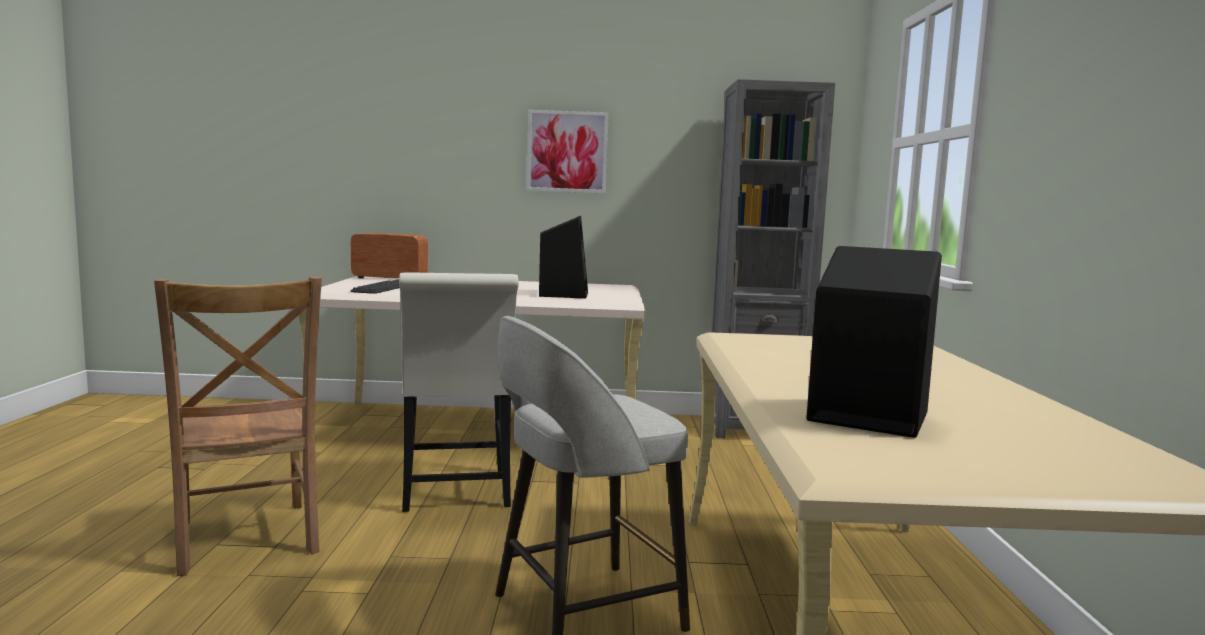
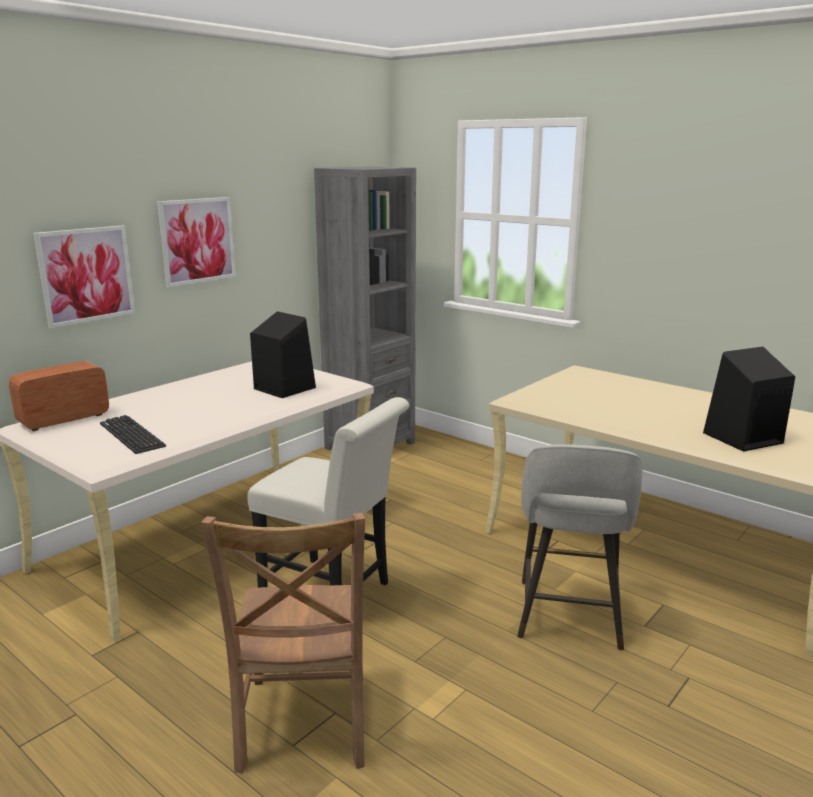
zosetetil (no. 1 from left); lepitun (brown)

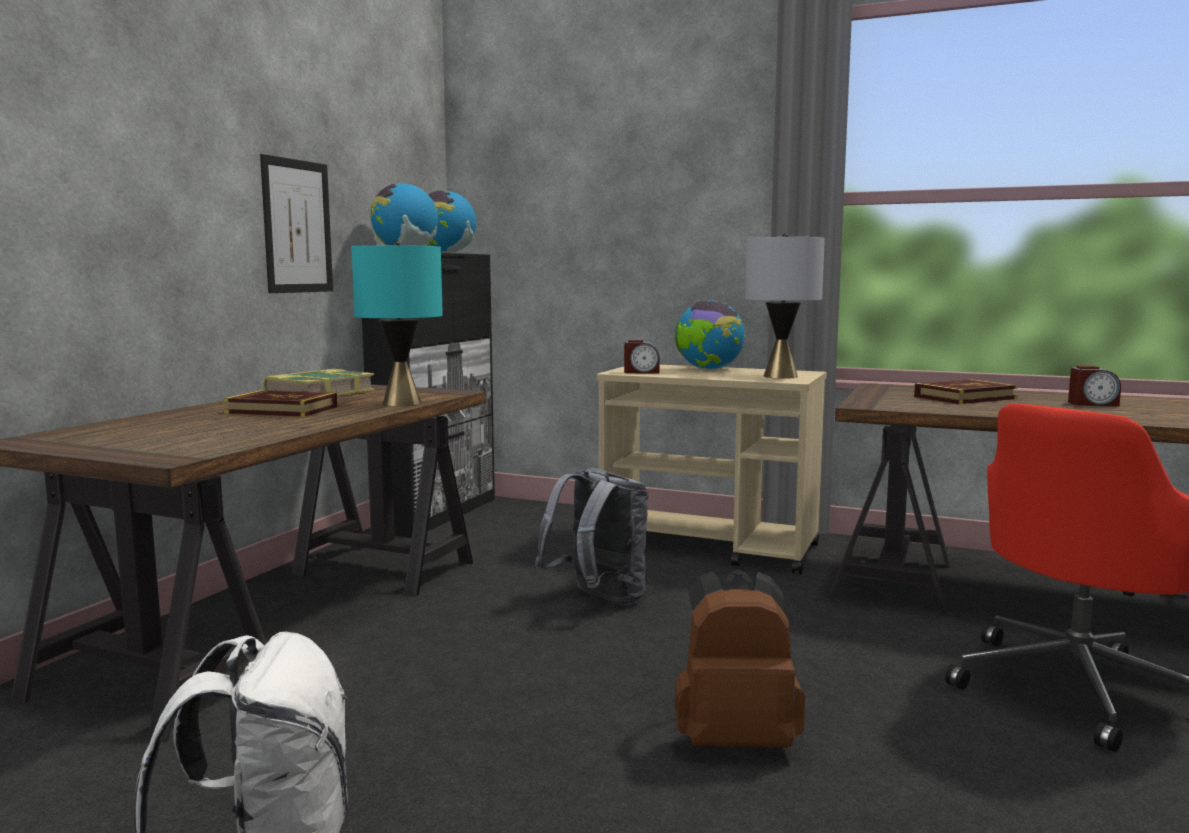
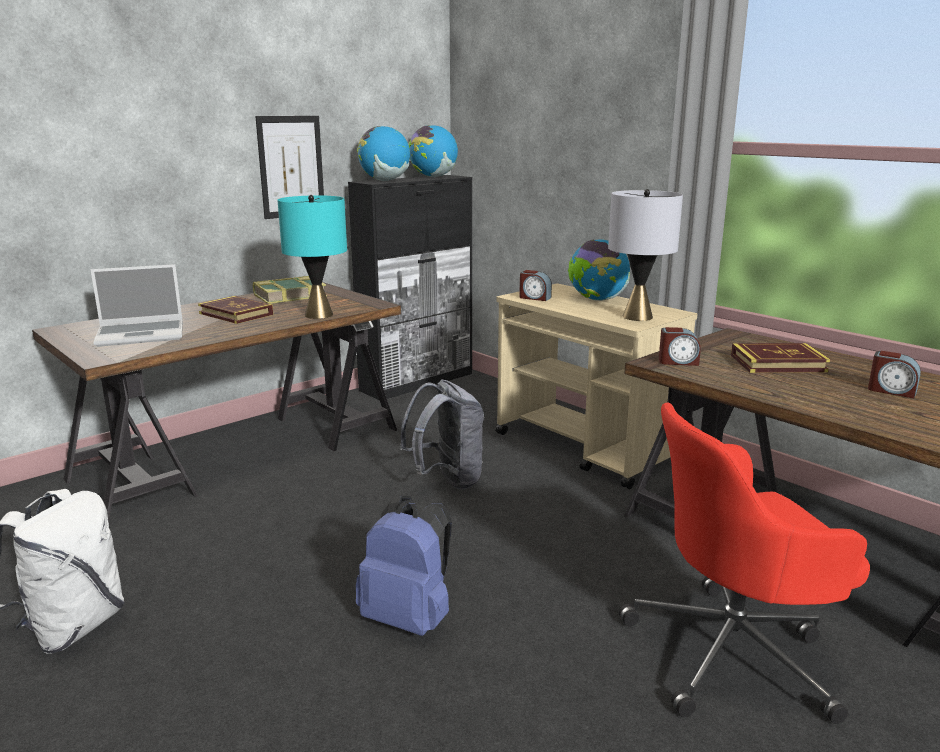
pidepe; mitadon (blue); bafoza (no. 2 from left)

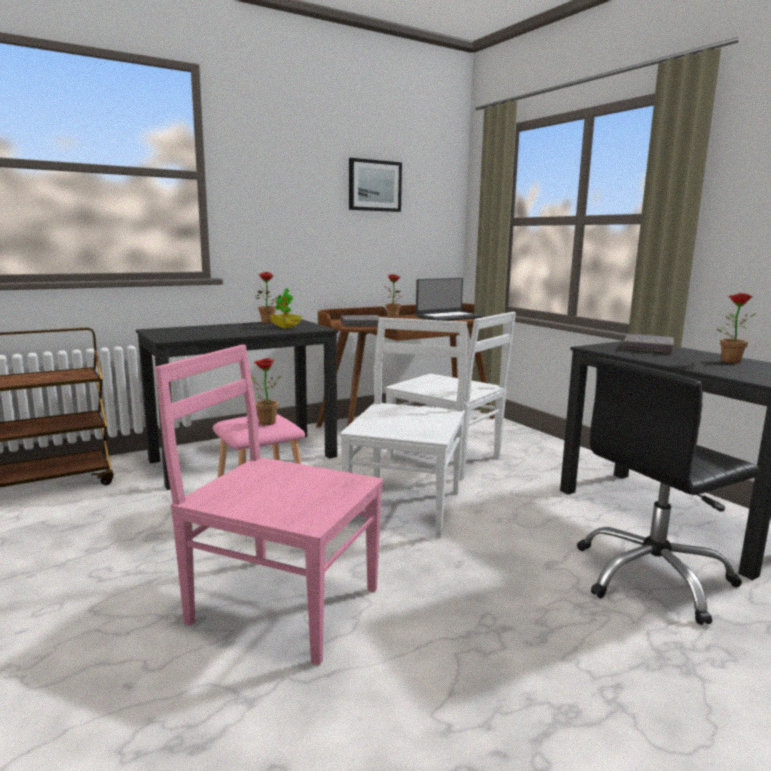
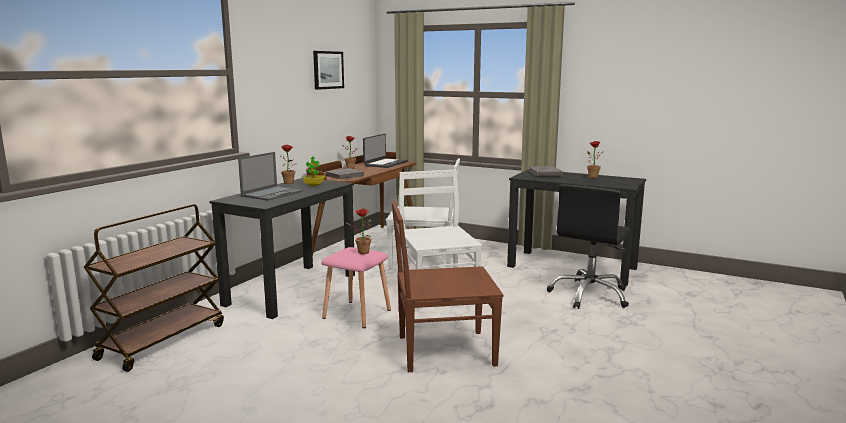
pidepe (no. 1 from left); lepitun (brown)

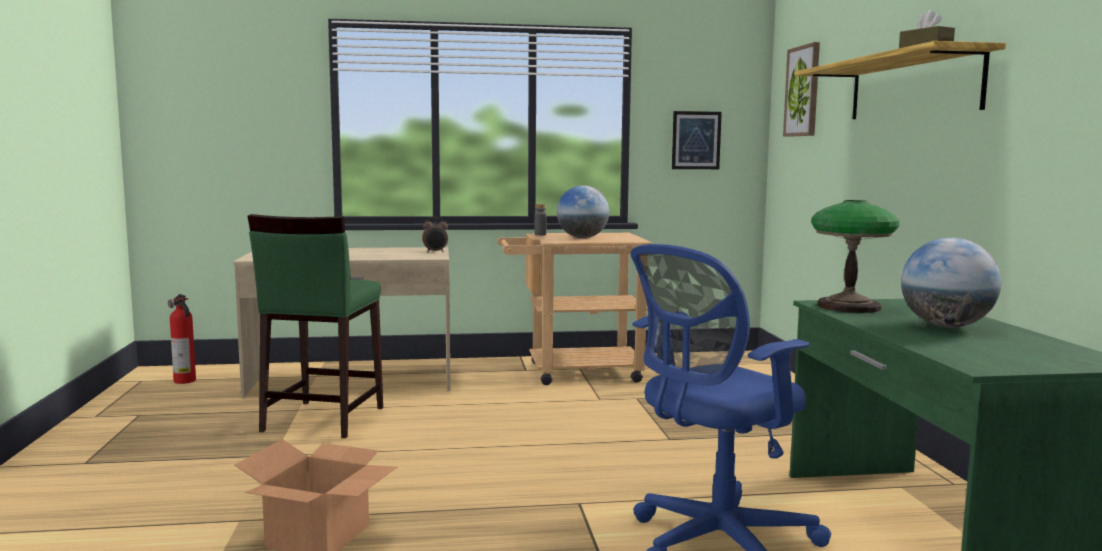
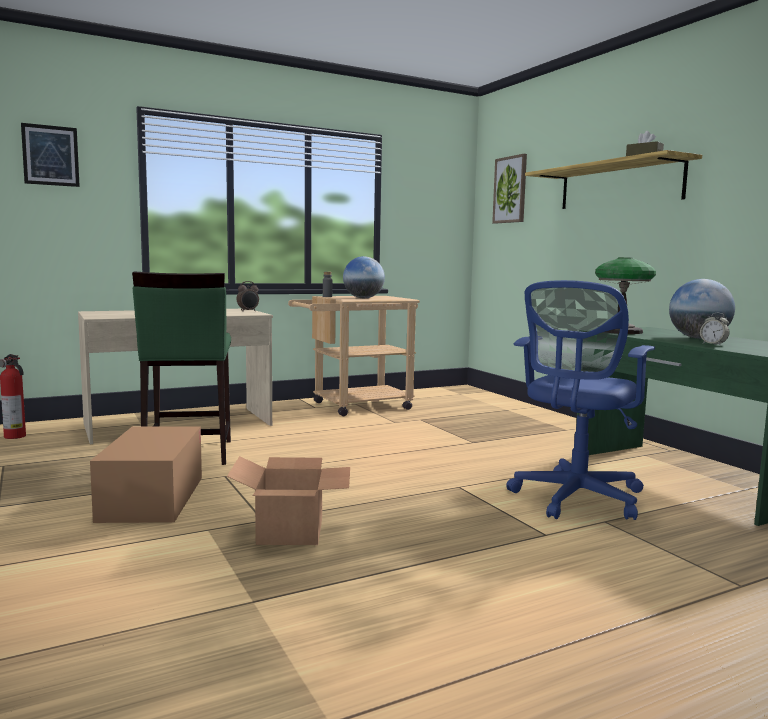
zosetetil (no. 1 from left); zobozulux (no. 1 from left); bafoza (no. 2 from left)

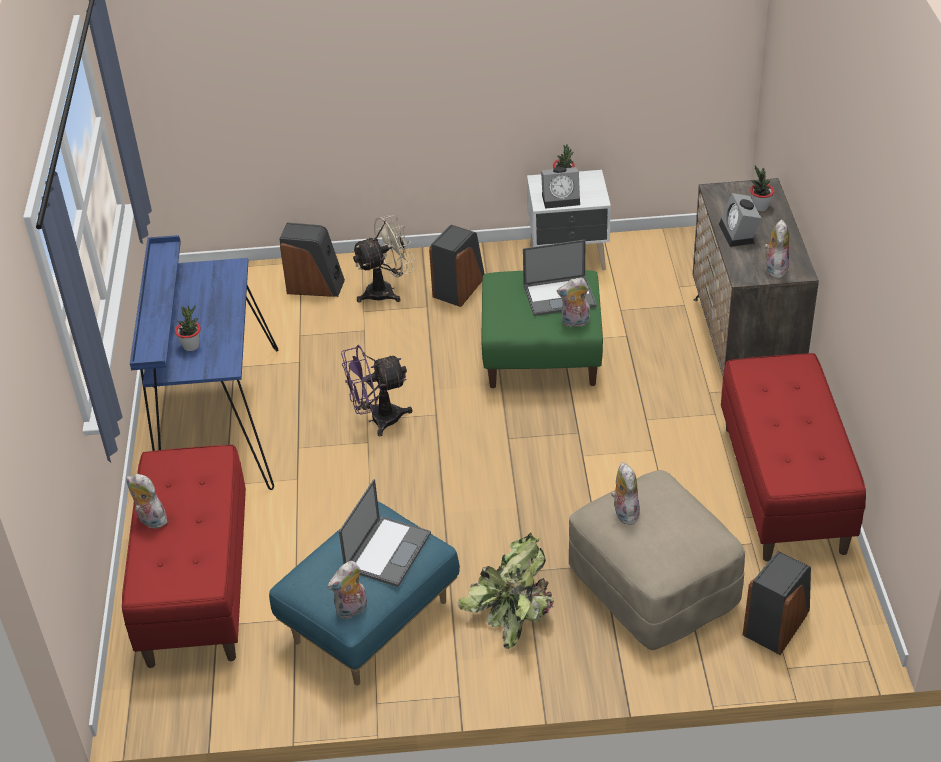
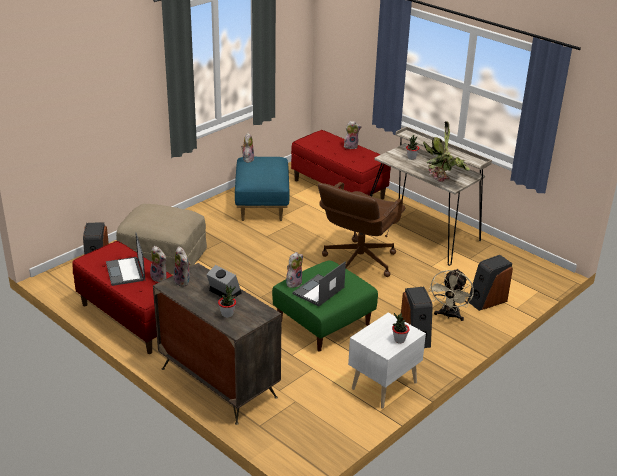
pidepe (no. 1 from left); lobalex (no. 1 from left); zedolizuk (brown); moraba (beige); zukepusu (no. 4 from left); bafoza (no. 1 from left in the first image)

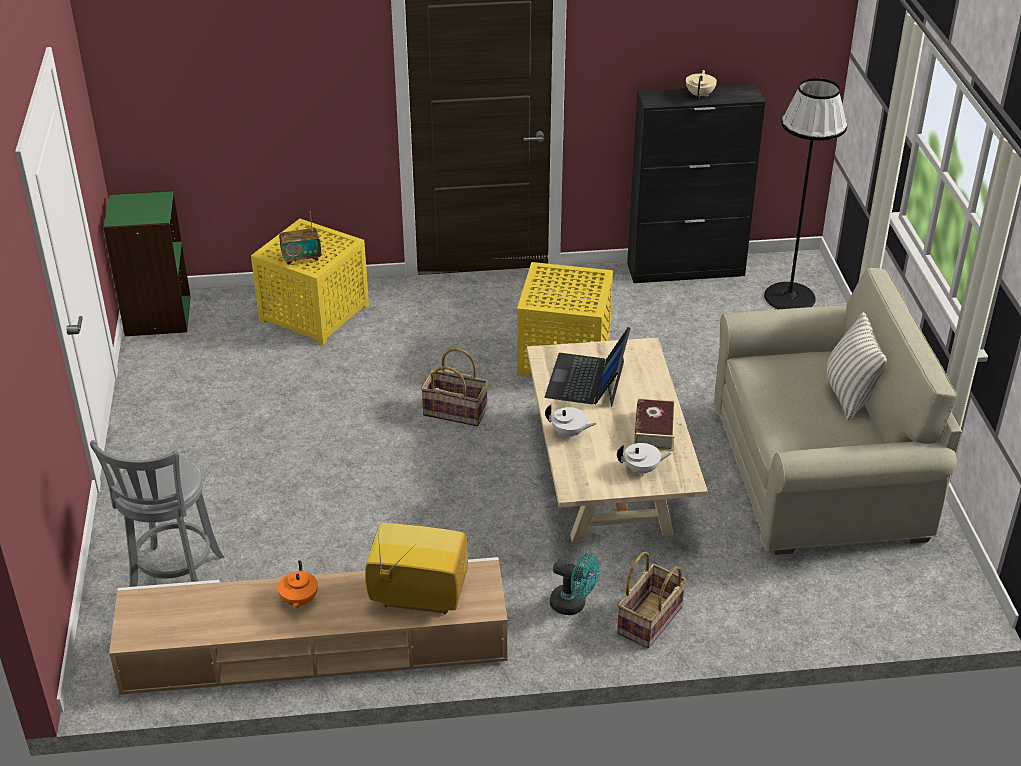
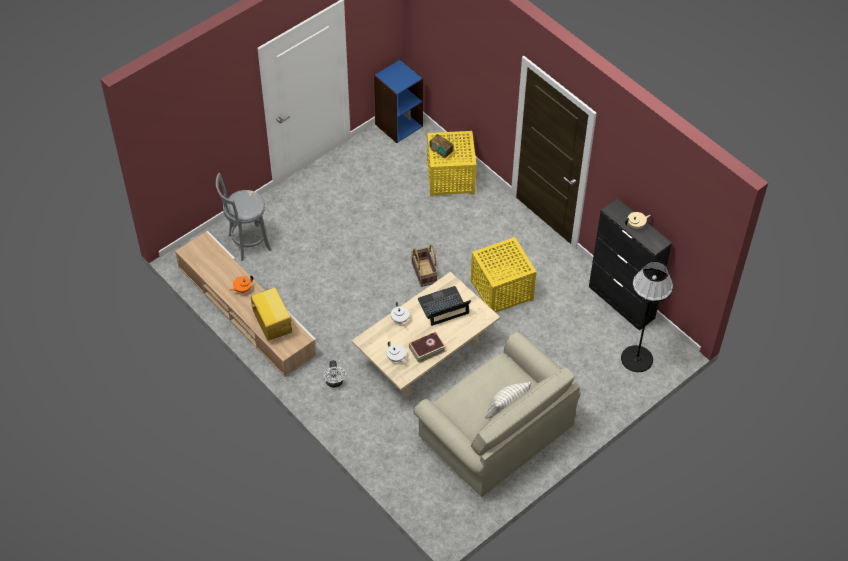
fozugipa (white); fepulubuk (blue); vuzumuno (no. 2 from left in the first image)

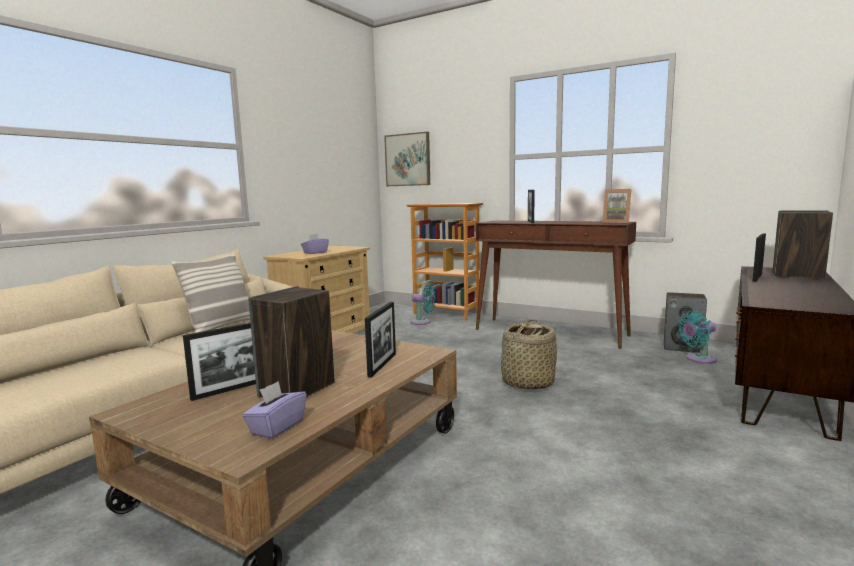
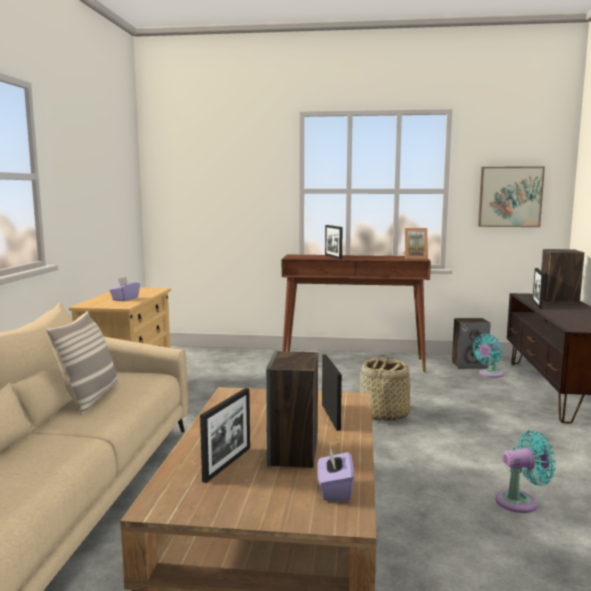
zosetetil; fozugipa (turquoise) (no. 2 from left); fepulubuk

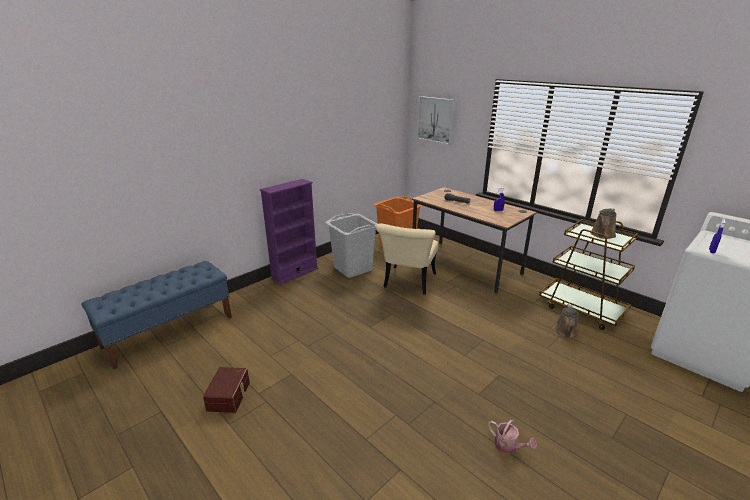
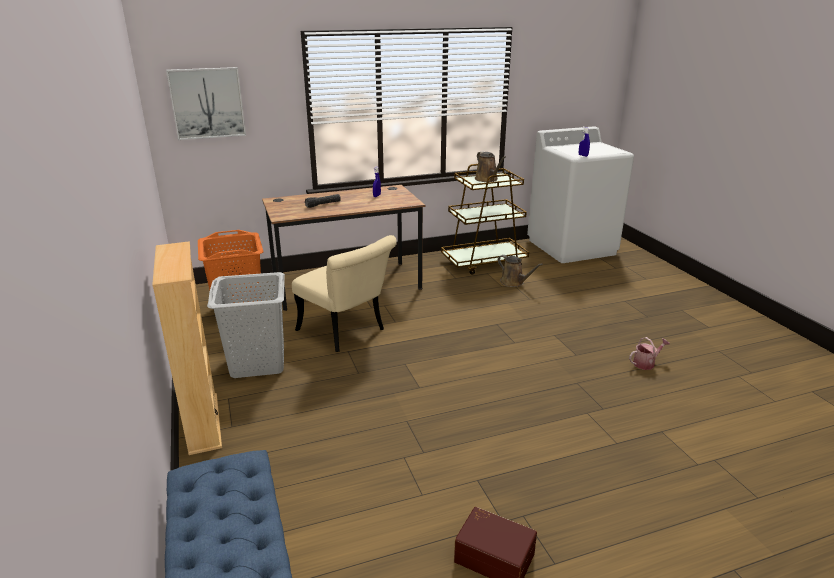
fepulubuk (beige)

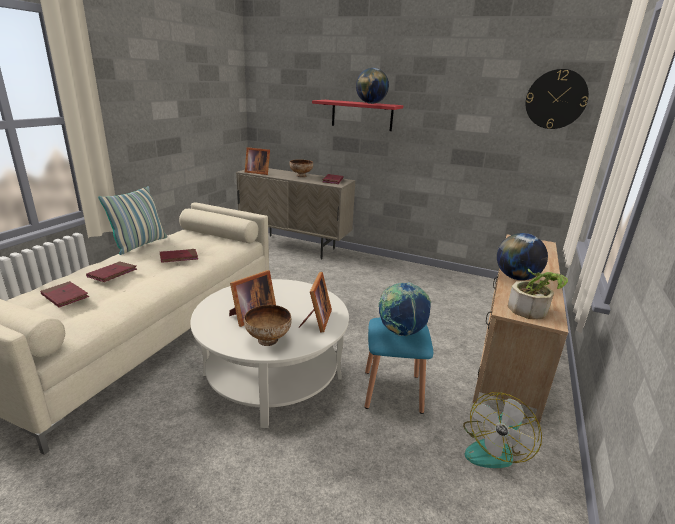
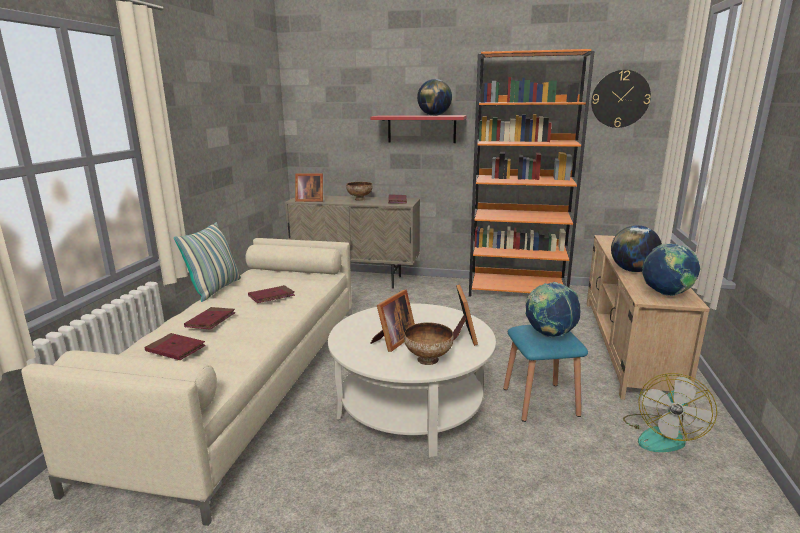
fepulubuk (orange); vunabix (no. 4 from left)

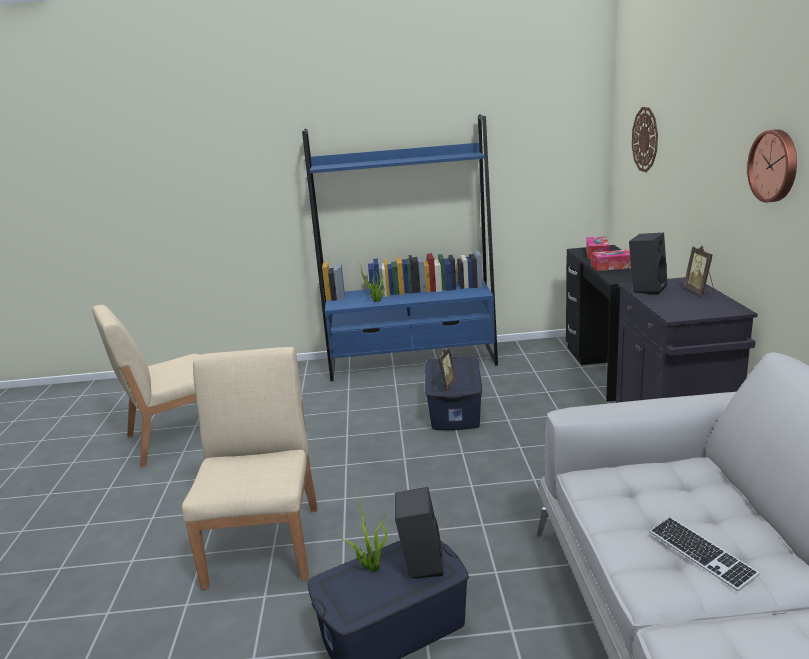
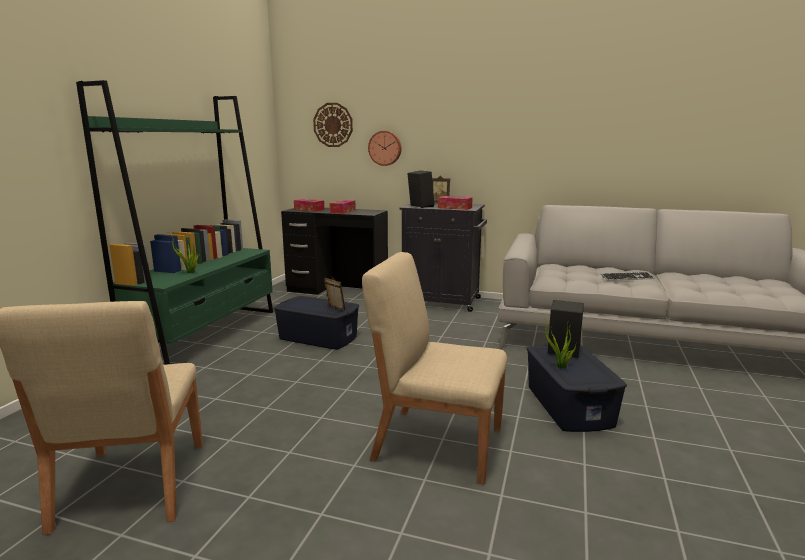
fepulubuk (green); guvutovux (no. 2 from left); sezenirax (no. 3 from left)

